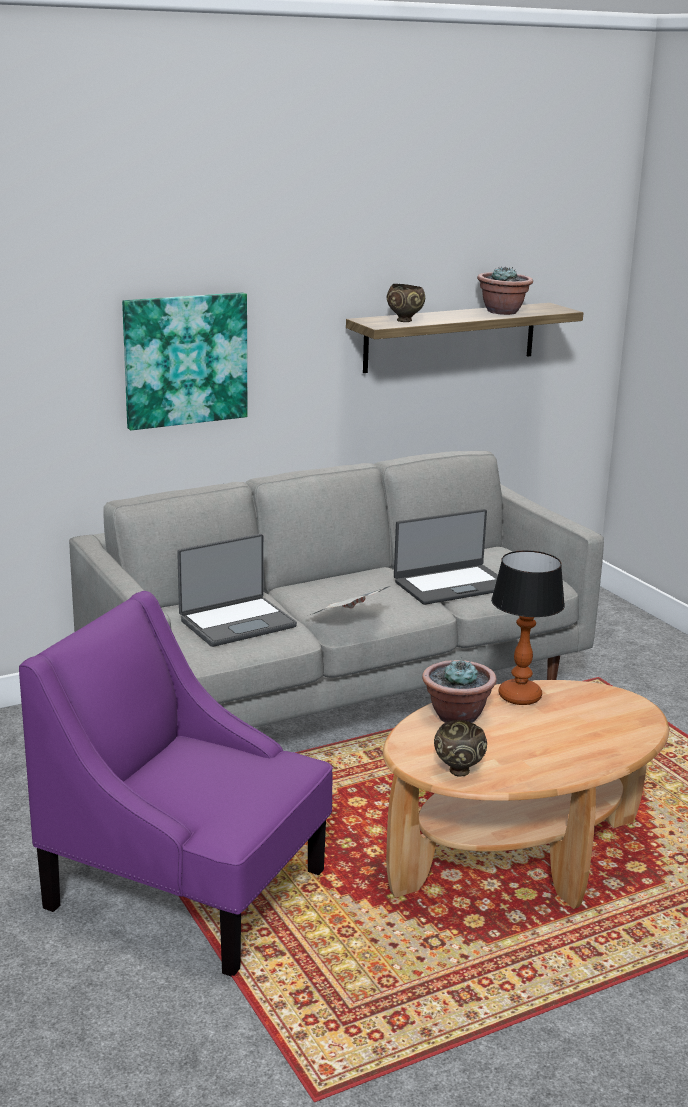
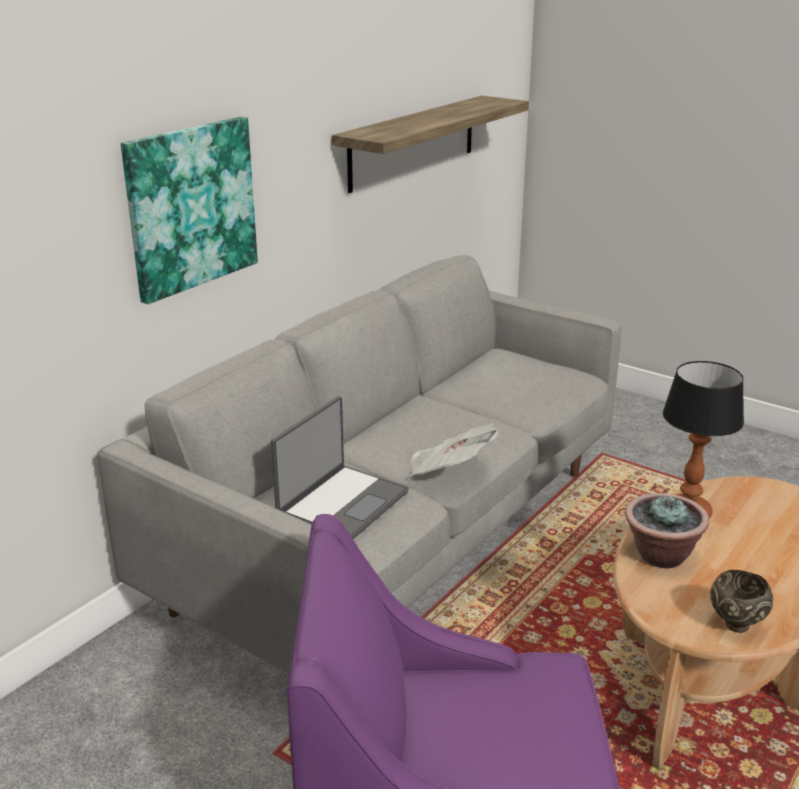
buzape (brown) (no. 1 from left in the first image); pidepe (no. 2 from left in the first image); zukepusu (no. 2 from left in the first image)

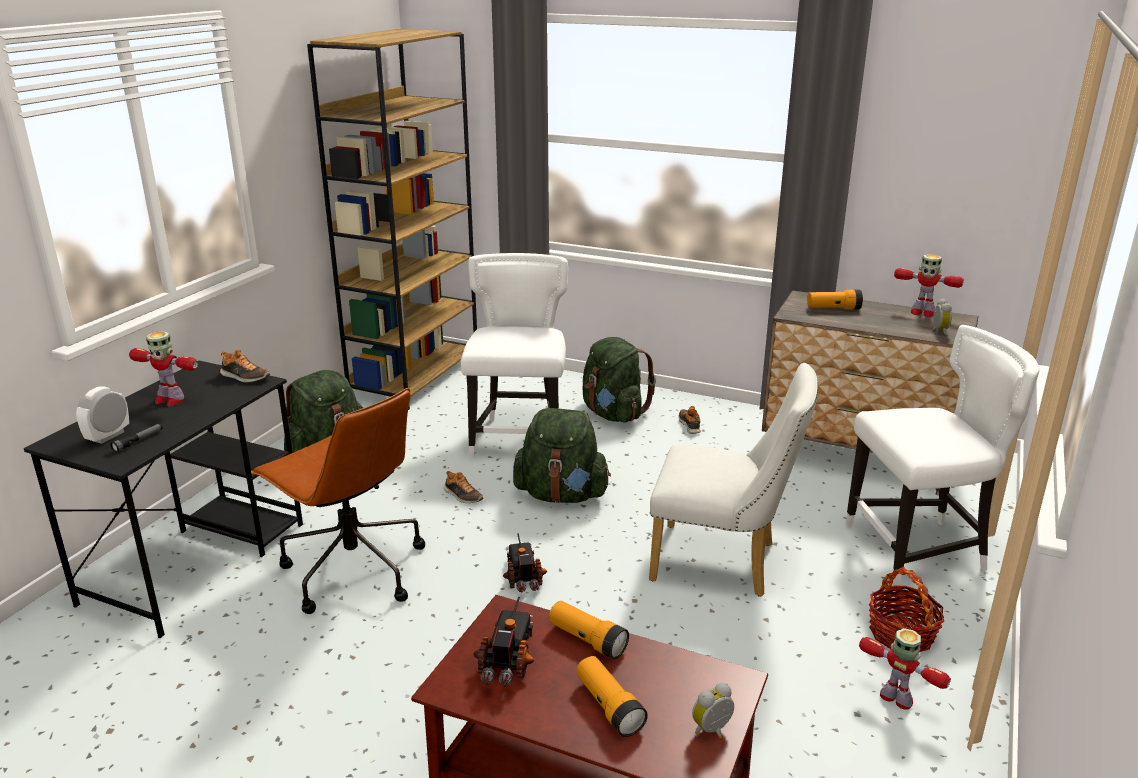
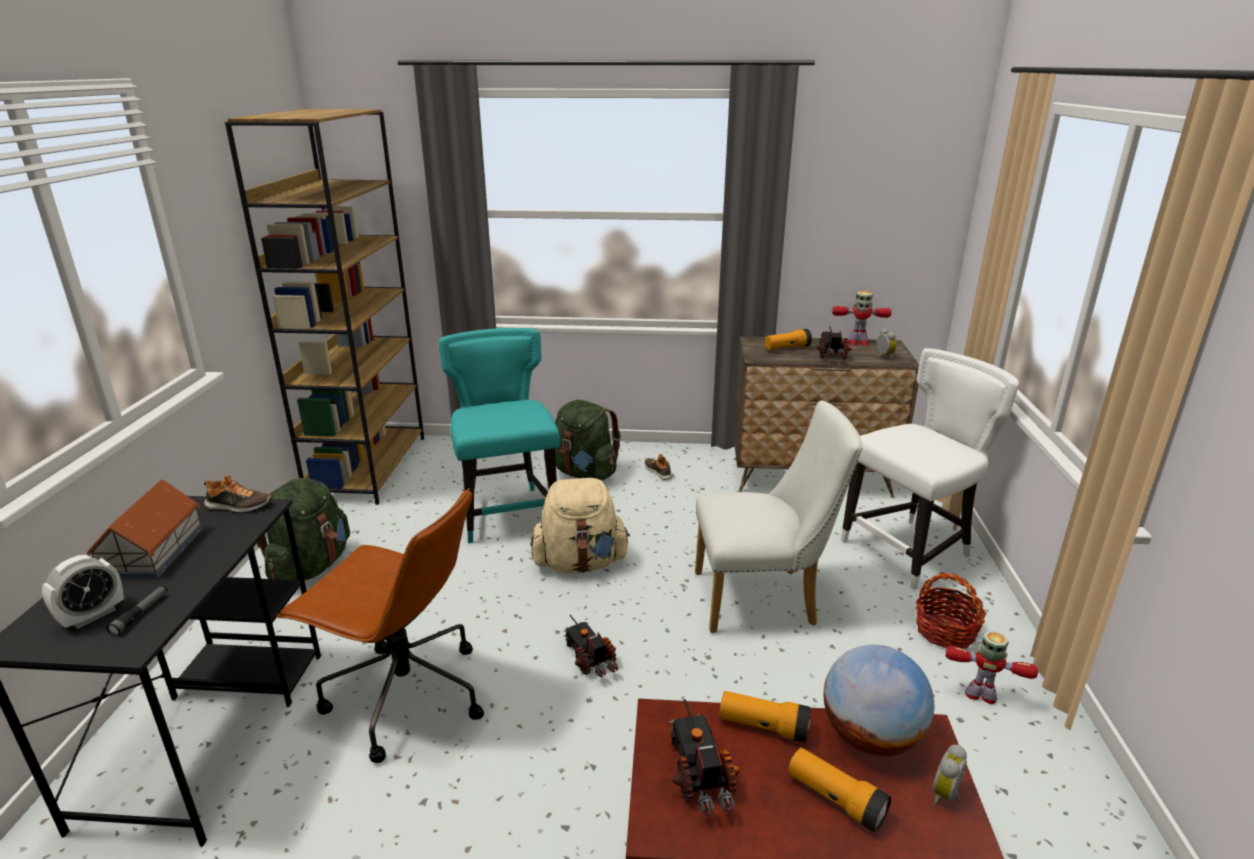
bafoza (no. 1 from left); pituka; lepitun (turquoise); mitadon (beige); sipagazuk (no. 3 from left); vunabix; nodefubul (no. 2 from left in the first image)

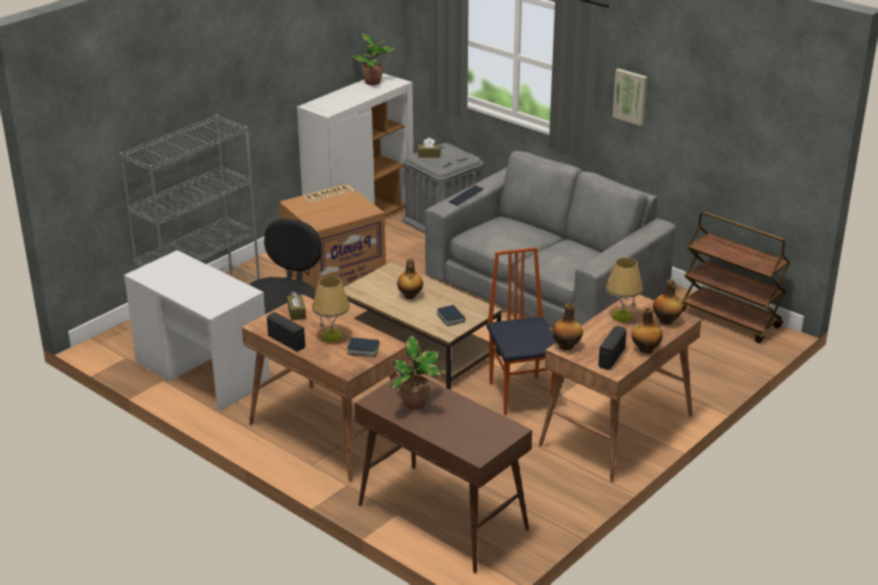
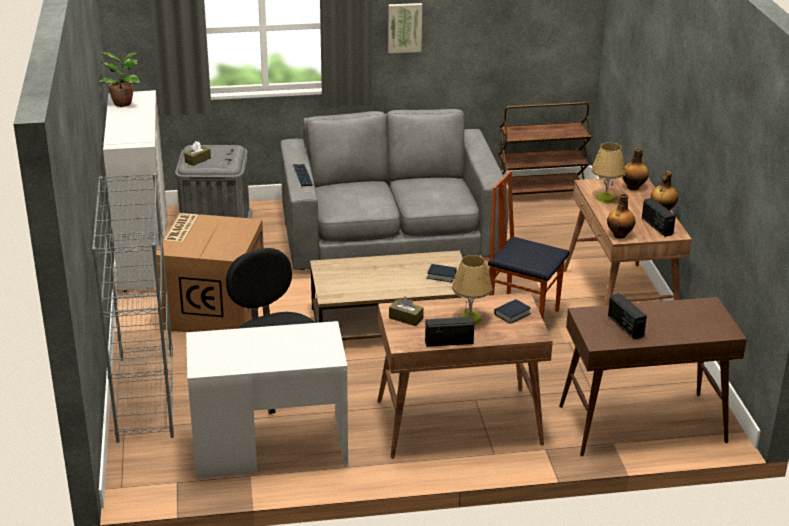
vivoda (no. 2 from left); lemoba (no. 1 from left in the first image)

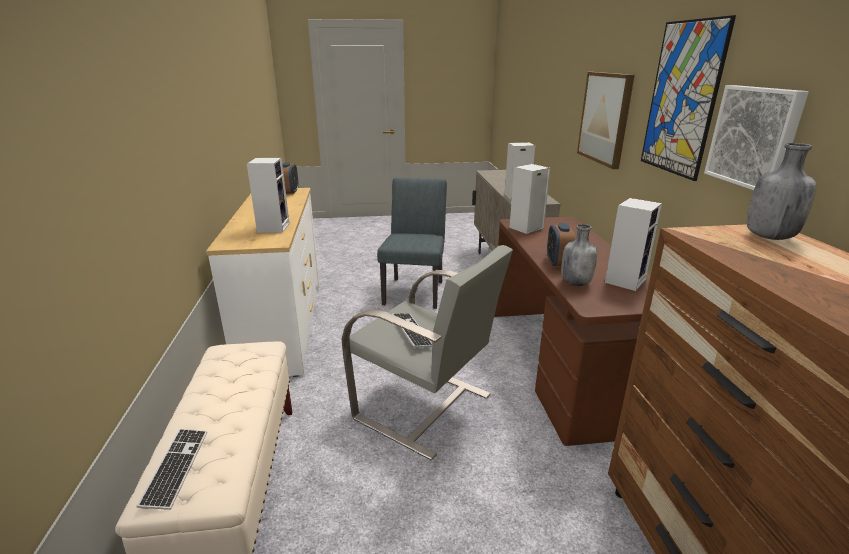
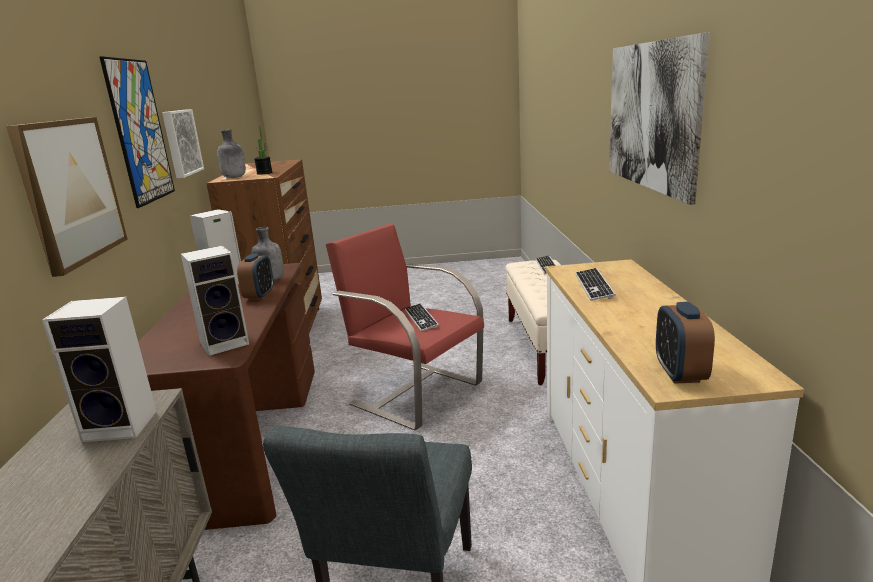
zukepusu; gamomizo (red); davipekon (no. 3 from left); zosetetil (no. 4 from left)

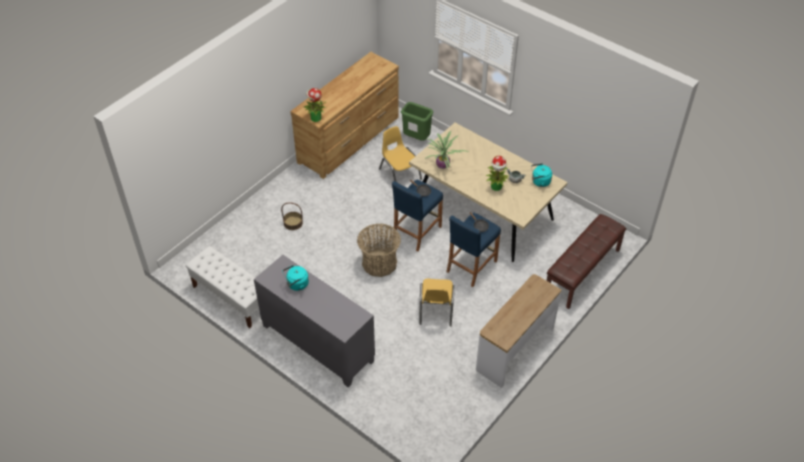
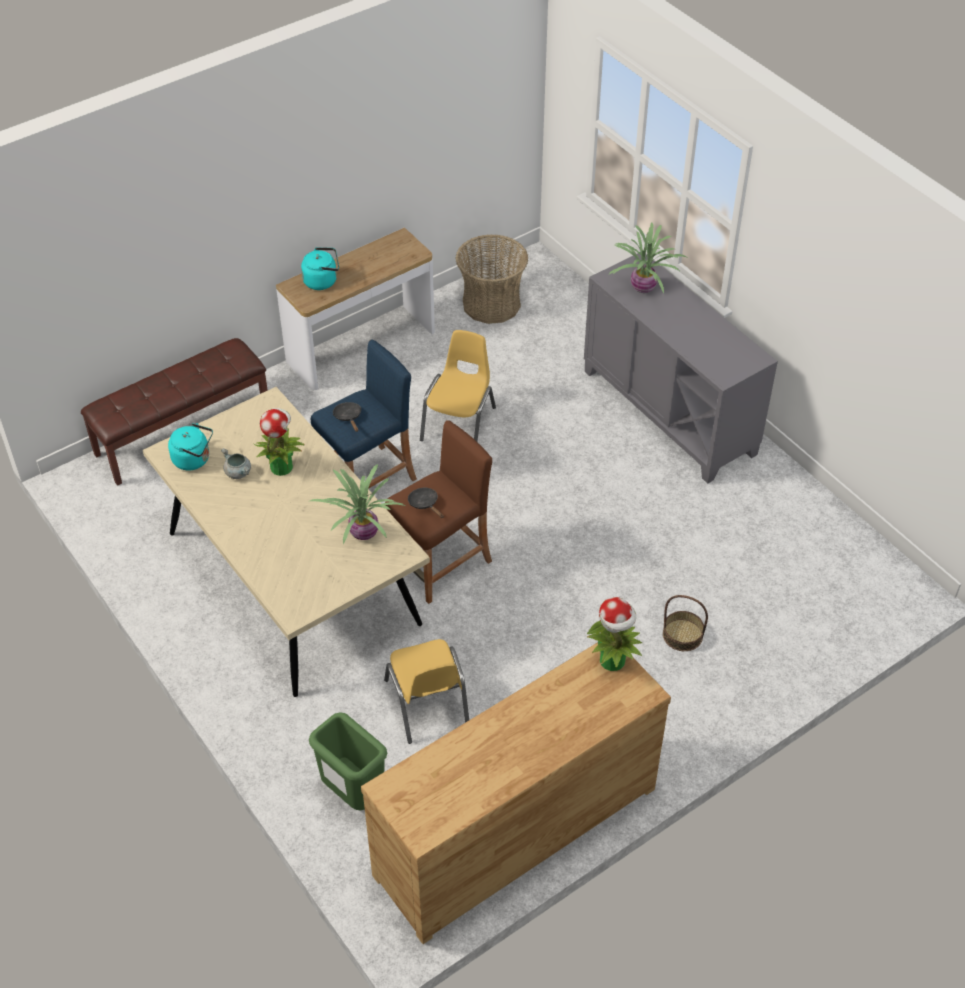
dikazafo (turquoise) (no. 2 from left); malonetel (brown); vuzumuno (no. 1 from left); zukepusu (no. 4 from left); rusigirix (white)

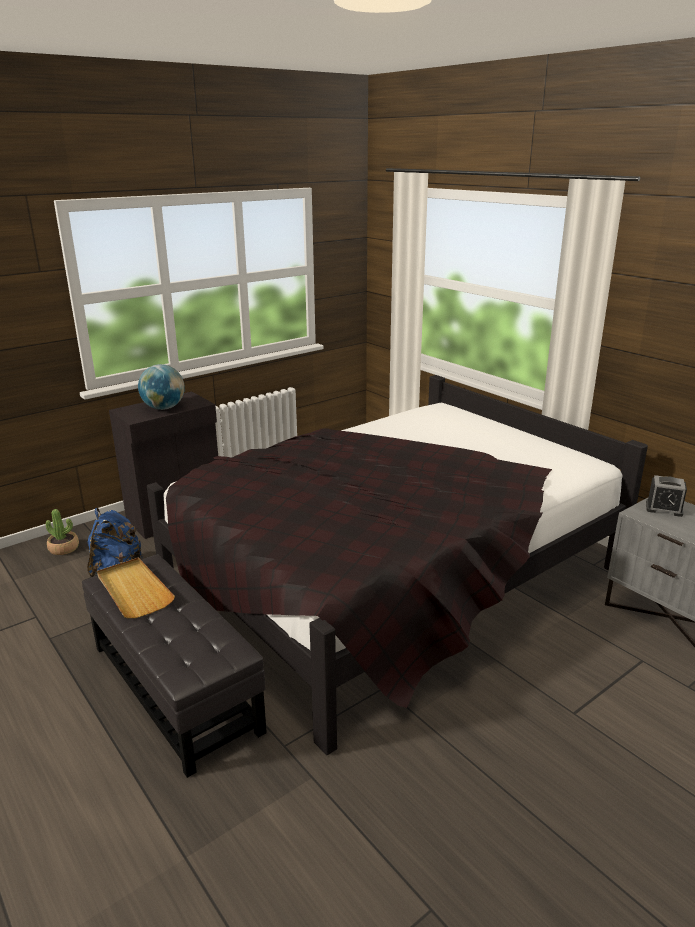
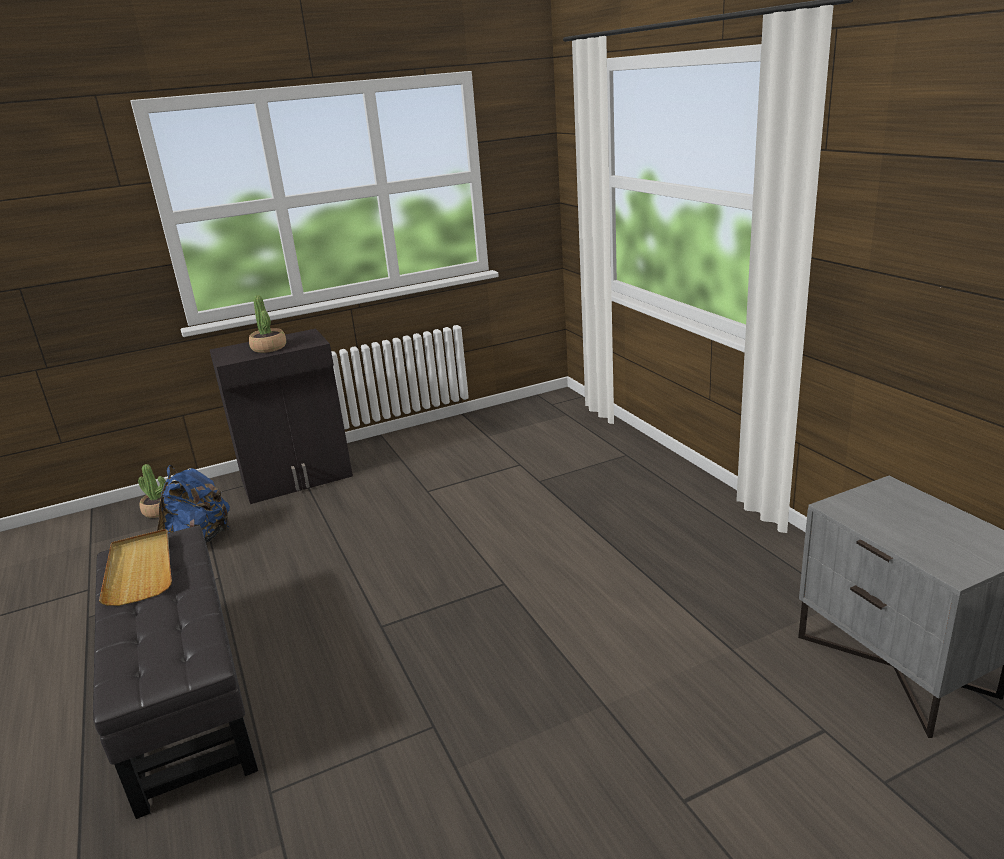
zukepusu (no. 2 from left); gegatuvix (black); bafoza

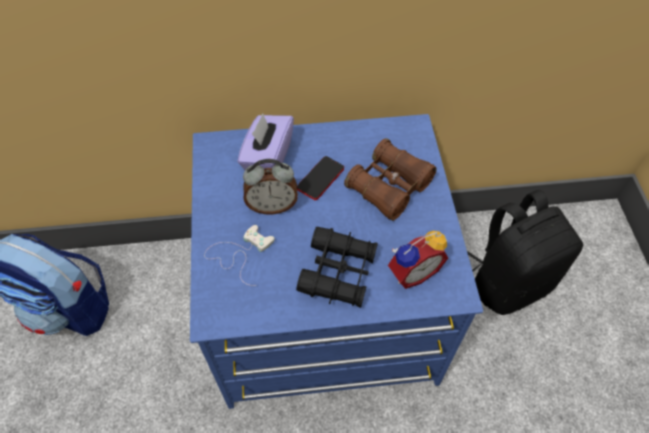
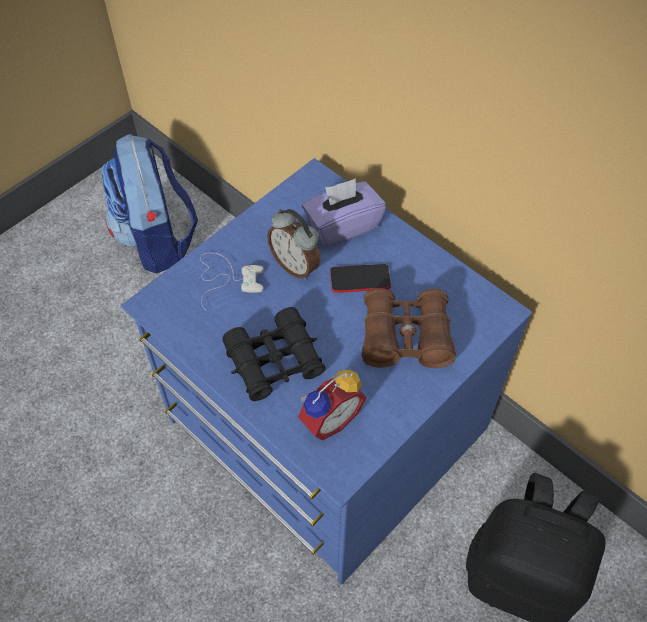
bafoza (no. 2 from left)

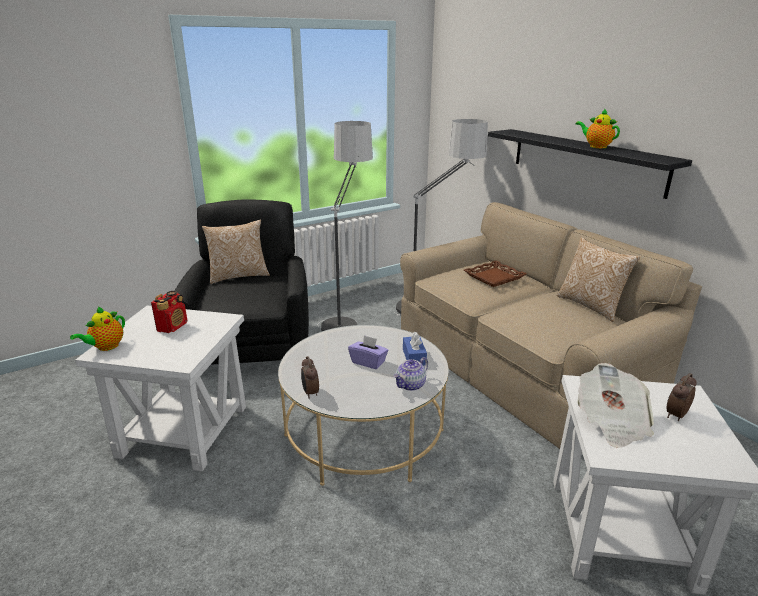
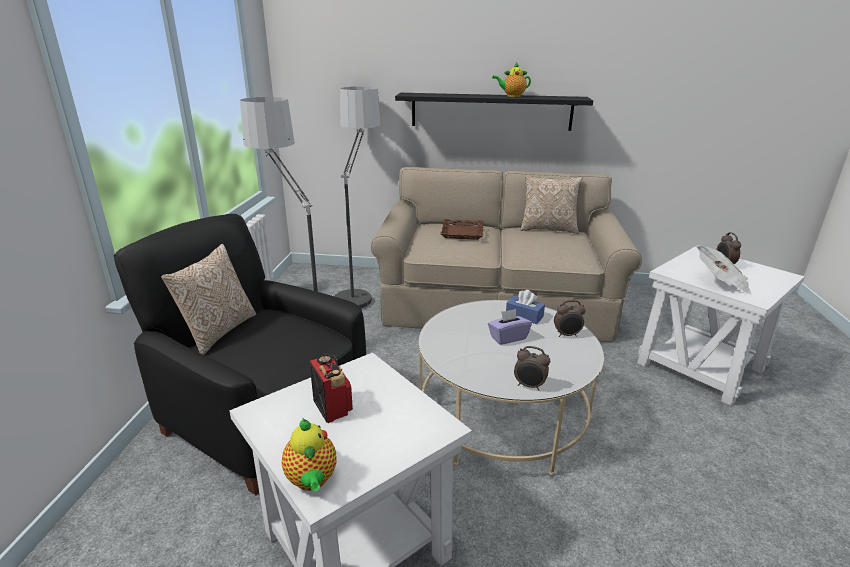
bafoza (no. 2 from left)

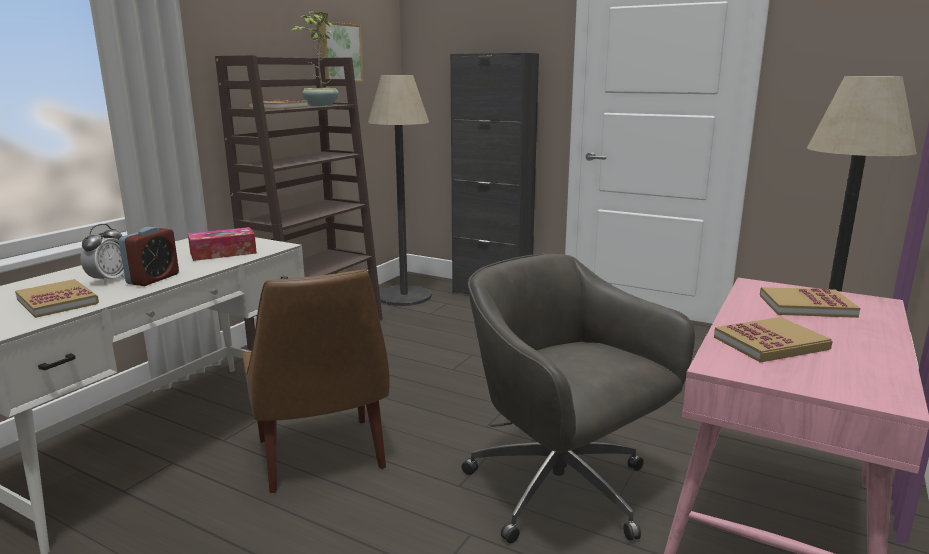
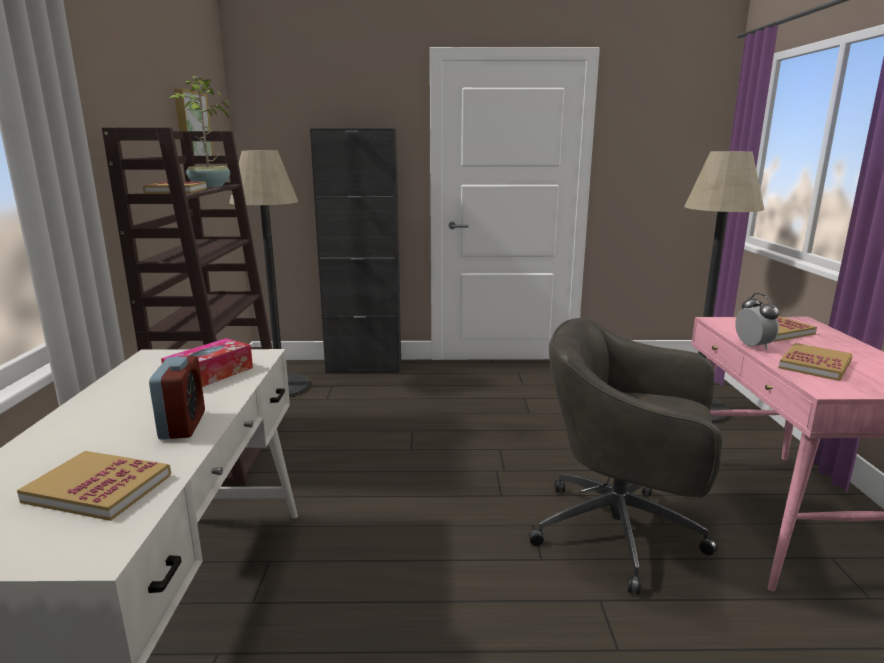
bafoza (no. 2 from left); lepitun (brown)

